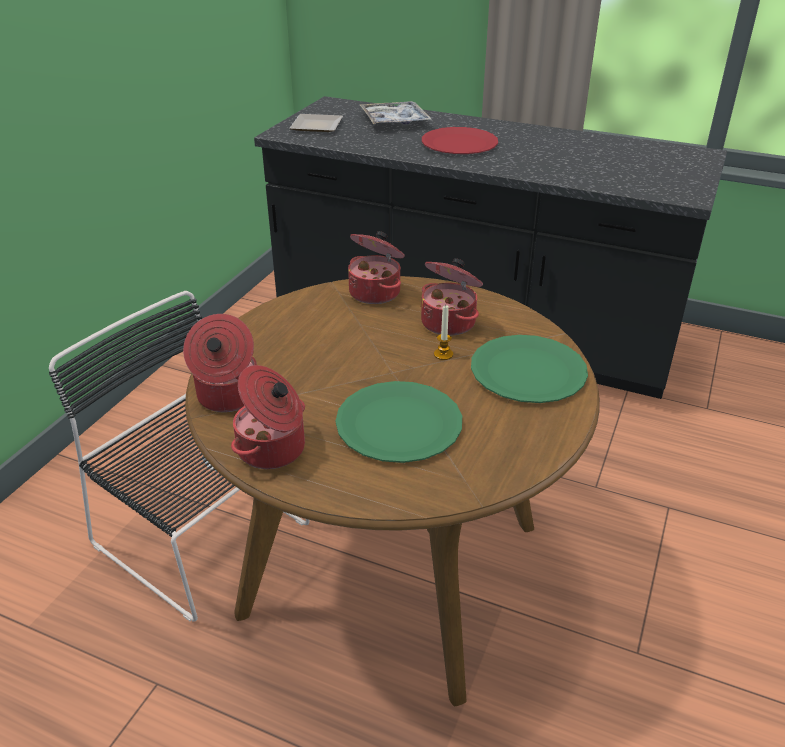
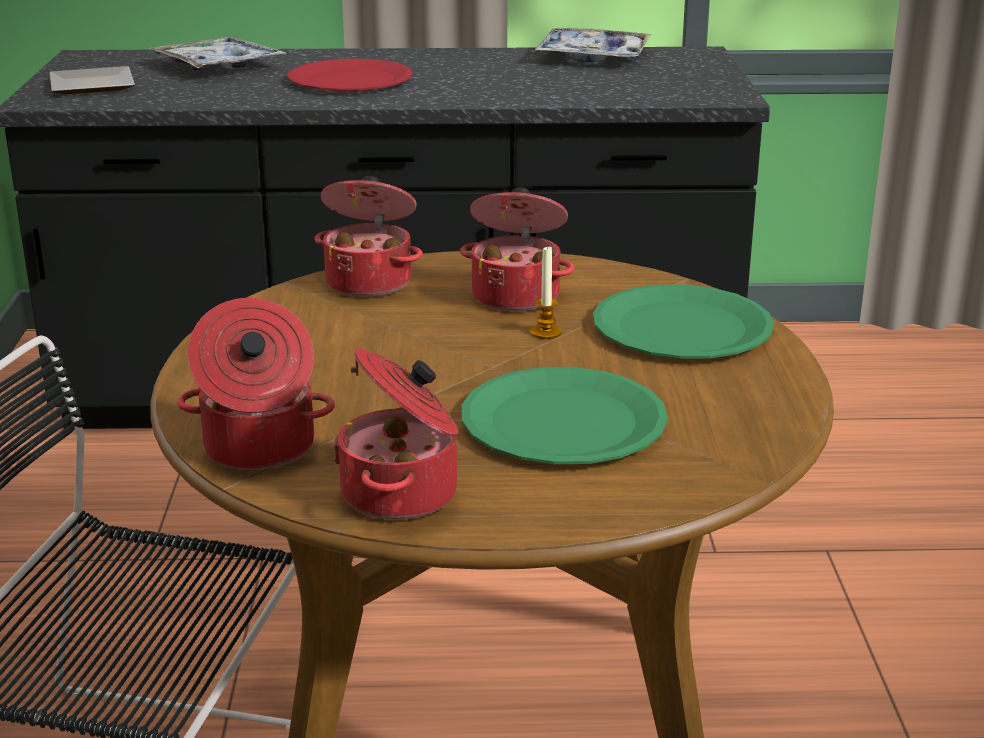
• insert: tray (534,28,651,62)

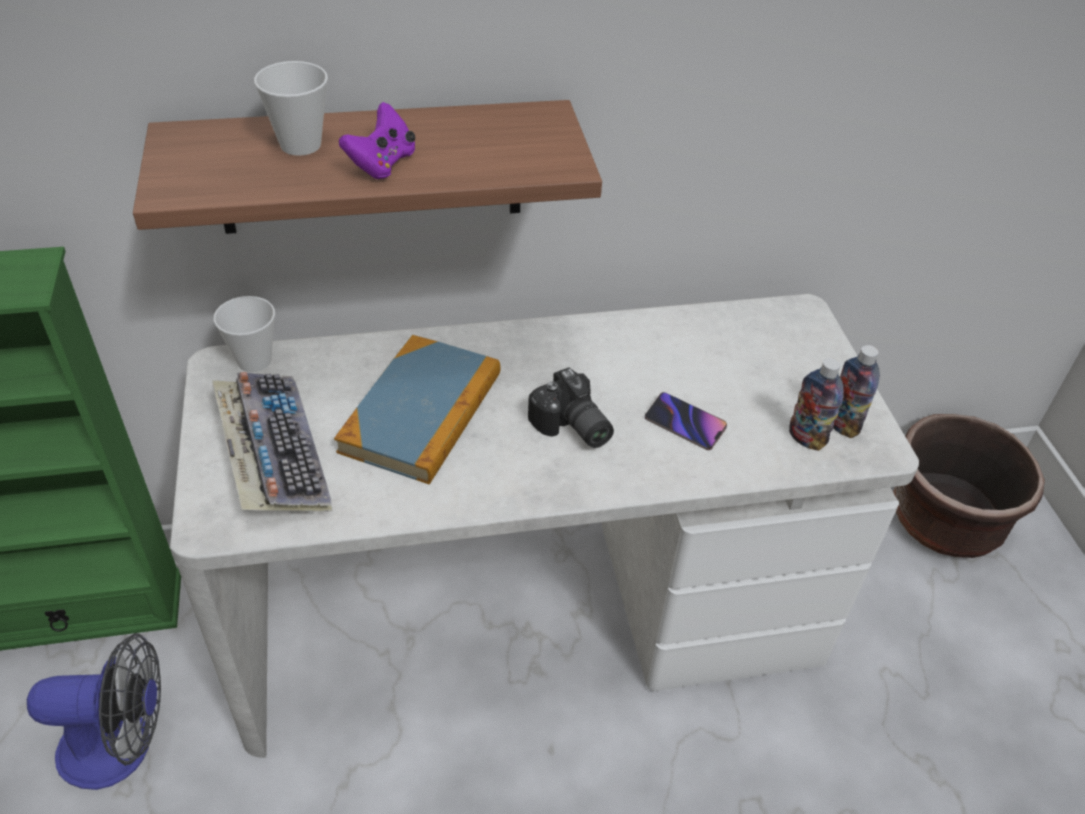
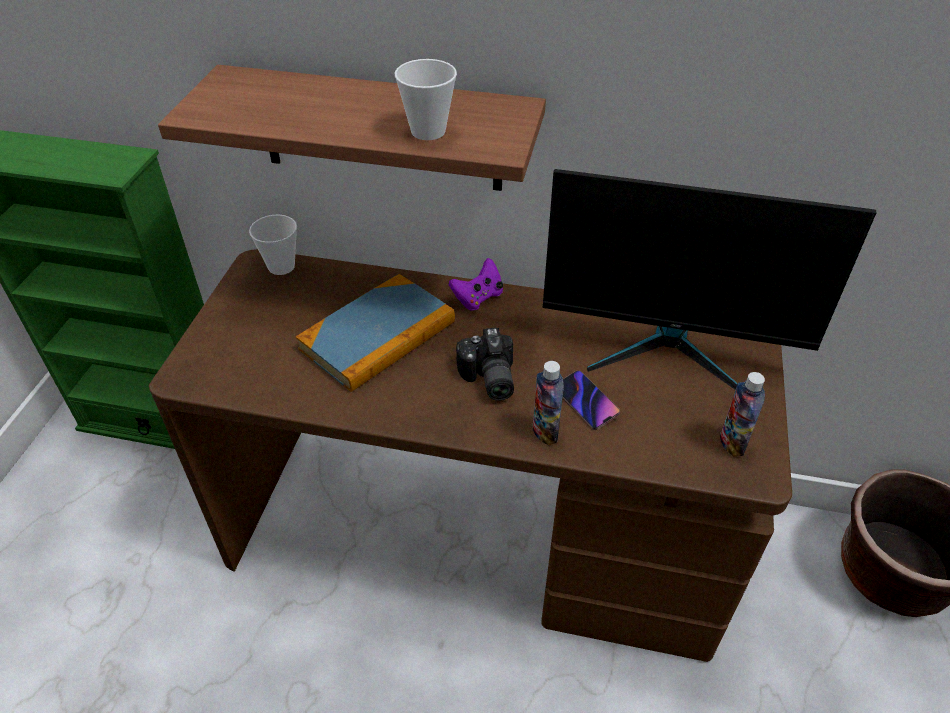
• delete: fan (27,633,161,790)
• recolor: white desk (170,294,919,758) to brown desk (149,249,792,662)
• delete: keyboard (212,372,333,512)
• move: cup (254,61,328,156) to (395,59,457,140)
• move: purple game controller (339,102,416,179) to (449,258,503,311)
• move: bottle (789,358,844,451) to (533,361,564,445)
• insert: monitor (543,169,877,390)

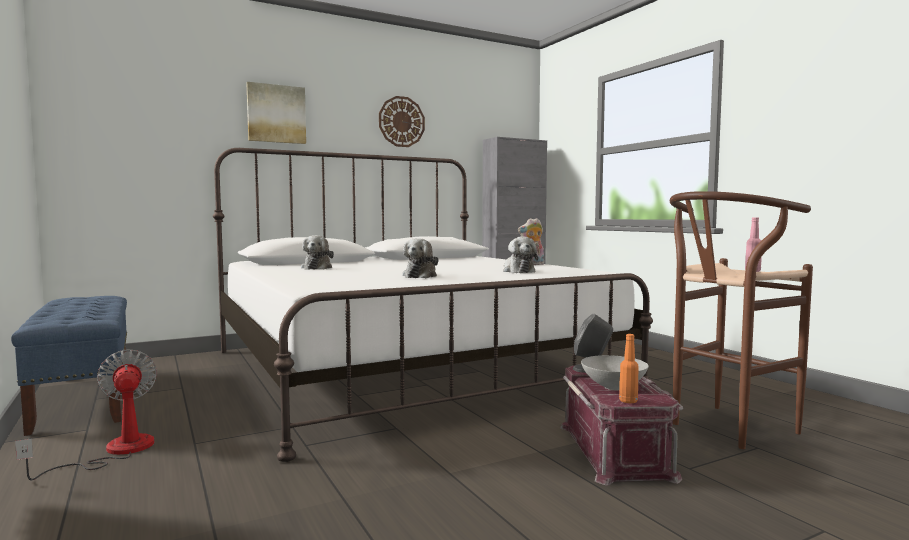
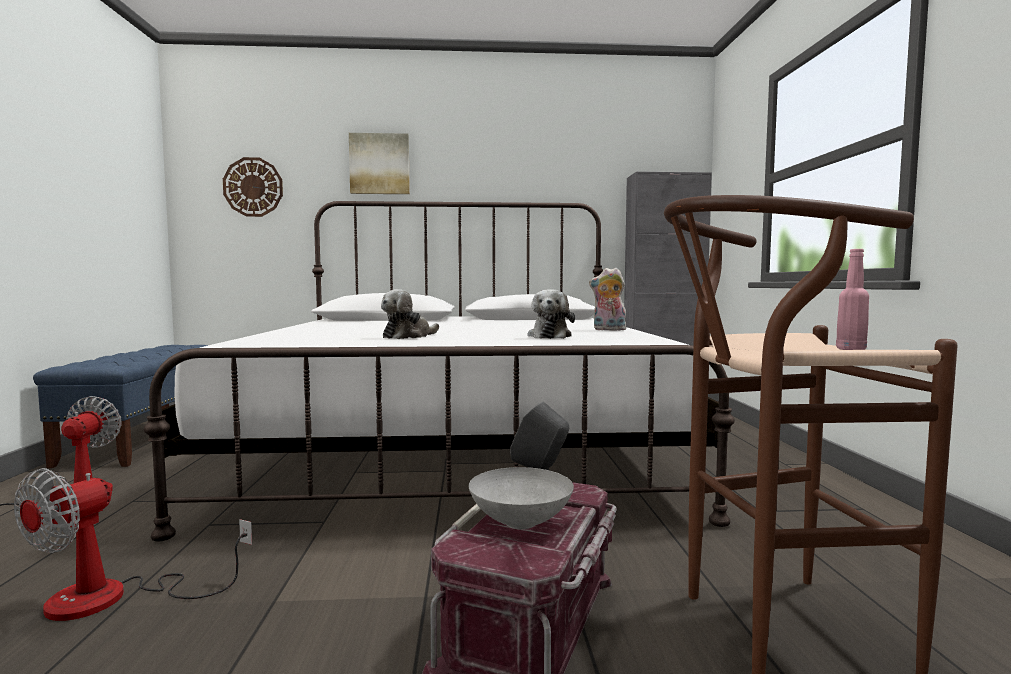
• delete: plush toy (301,235,334,270)
• move: wall clock (379,96,425,147) to (223,157,283,217)
• delete: orange bottle (619,334,639,403)
• insert: fan (14,468,252,621)

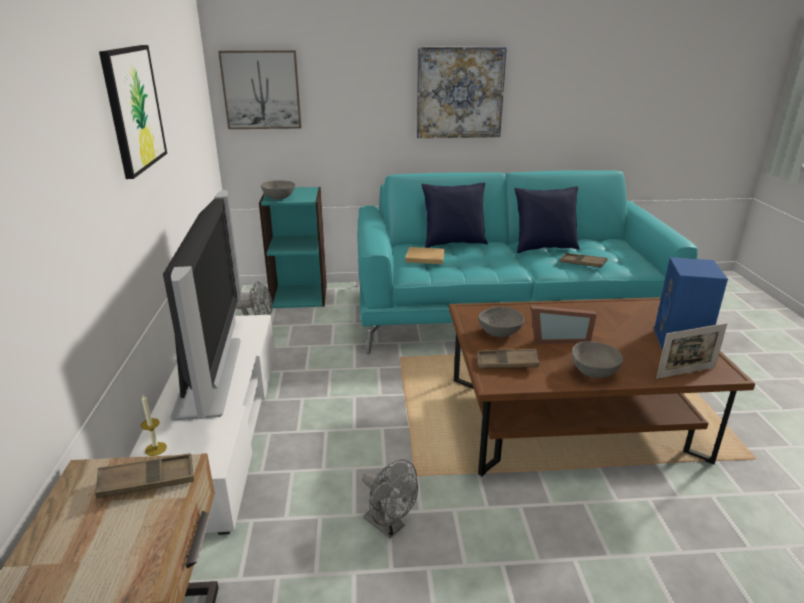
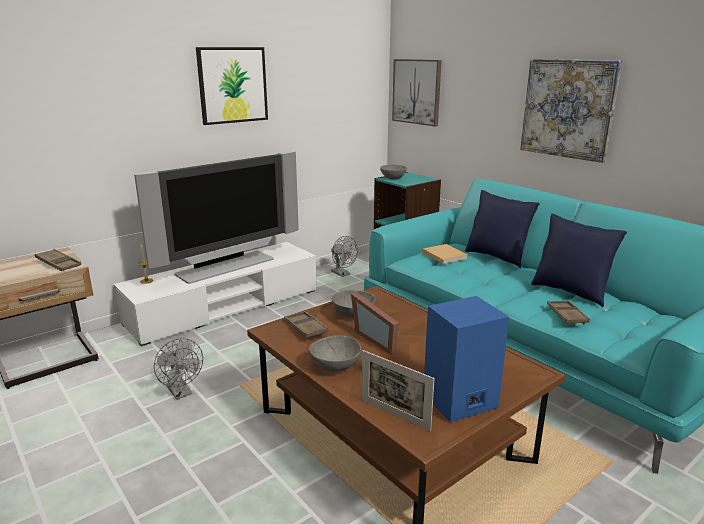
• rotate: grey fan (362,459,418,539) = (154,338,203,400) 45 degrees counterclockwise

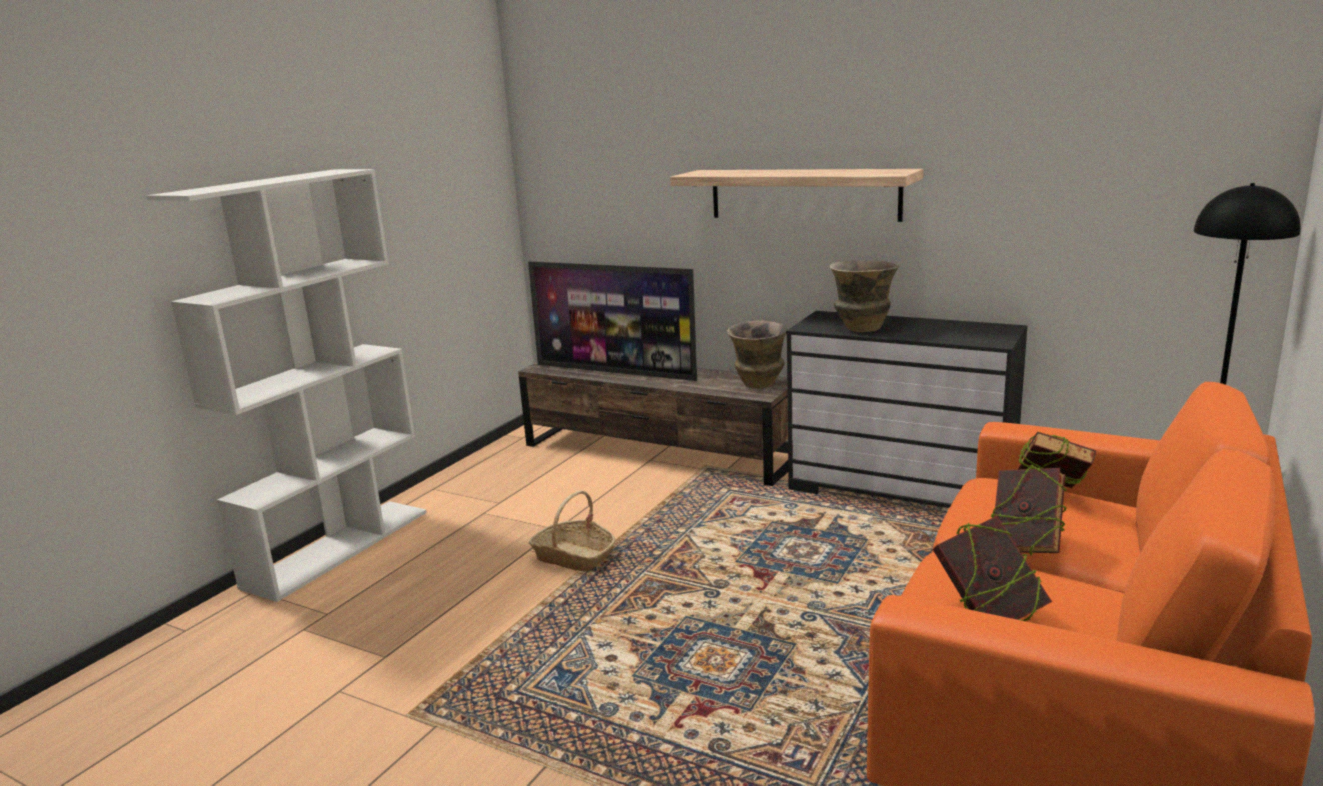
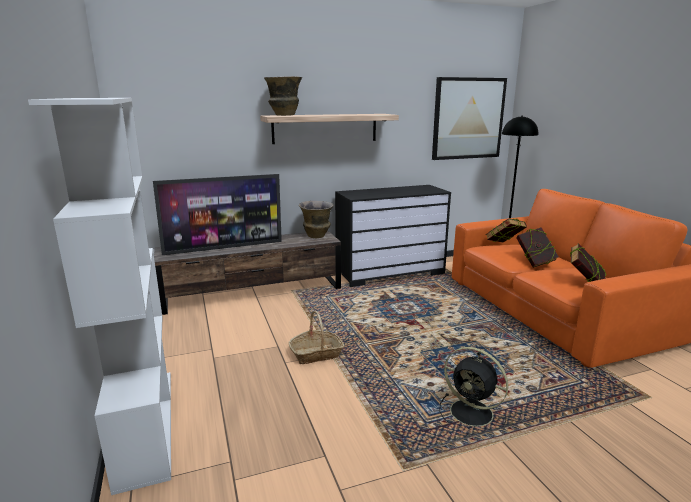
• move: vase (830,260,899,332) to (264,76,302,116)
• insert: picture (432,77,507,160)
• insert: black fan (439,347,508,427)

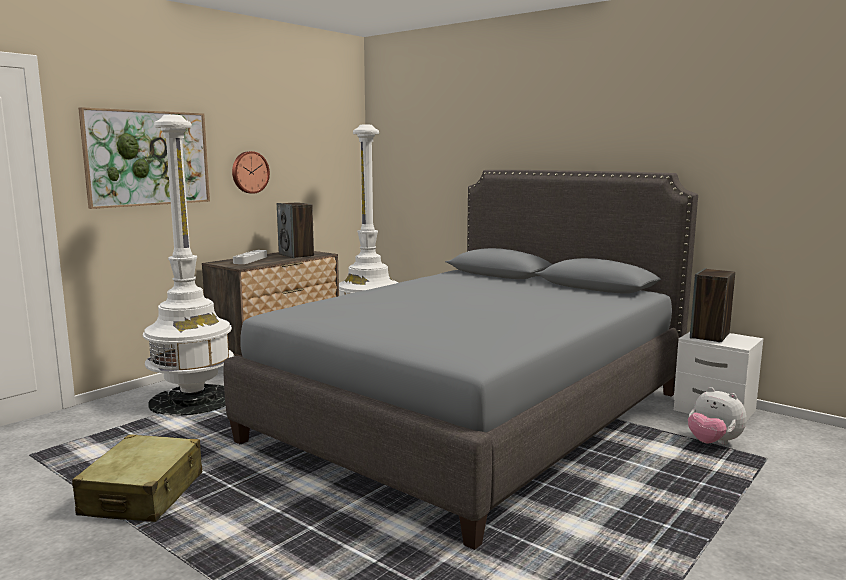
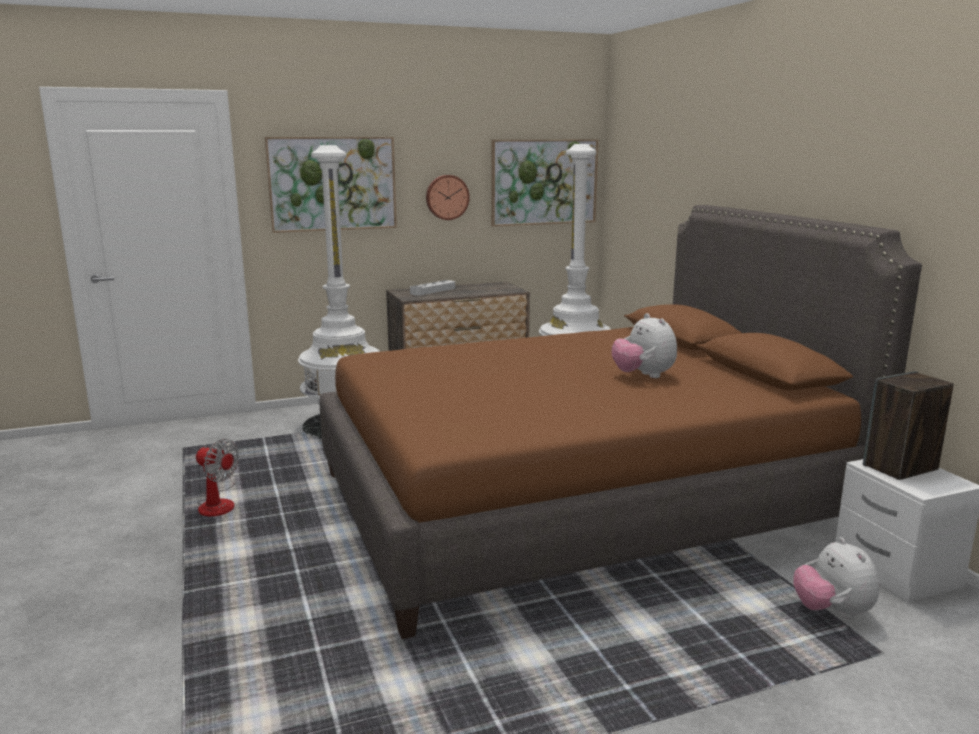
• replace: beige suitcase (72,434,202,522) to fan (196,439,239,516)
• recolor: grey bed (224,170,698,550) to brown bed (320,205,922,639)
• delete: speaker (277,202,314,258)
• insert: picture (491,140,599,227)
• insert: plush toy (612,313,677,378)

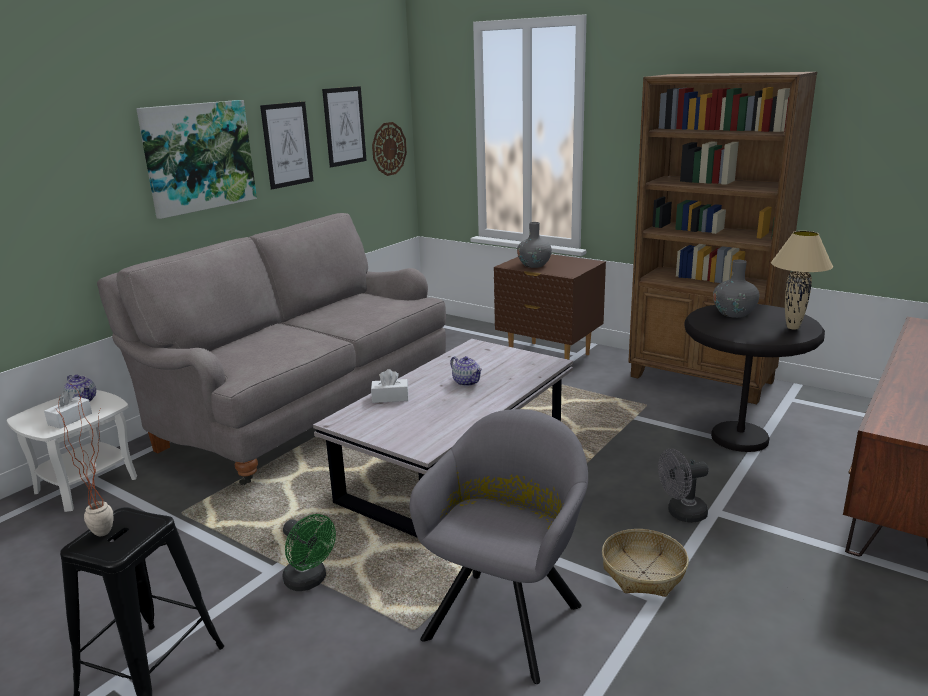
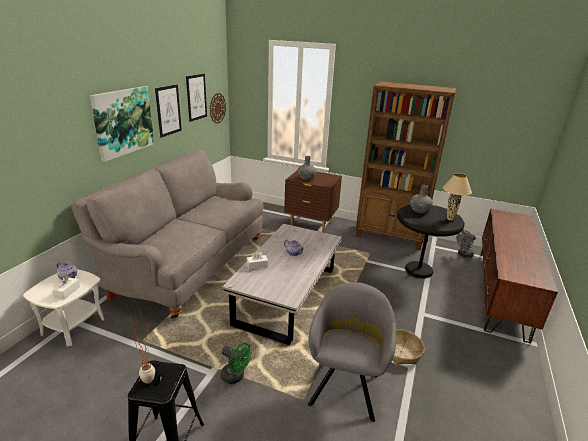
• move: grey fan (658,449,709,523) to (456,230,476,258)

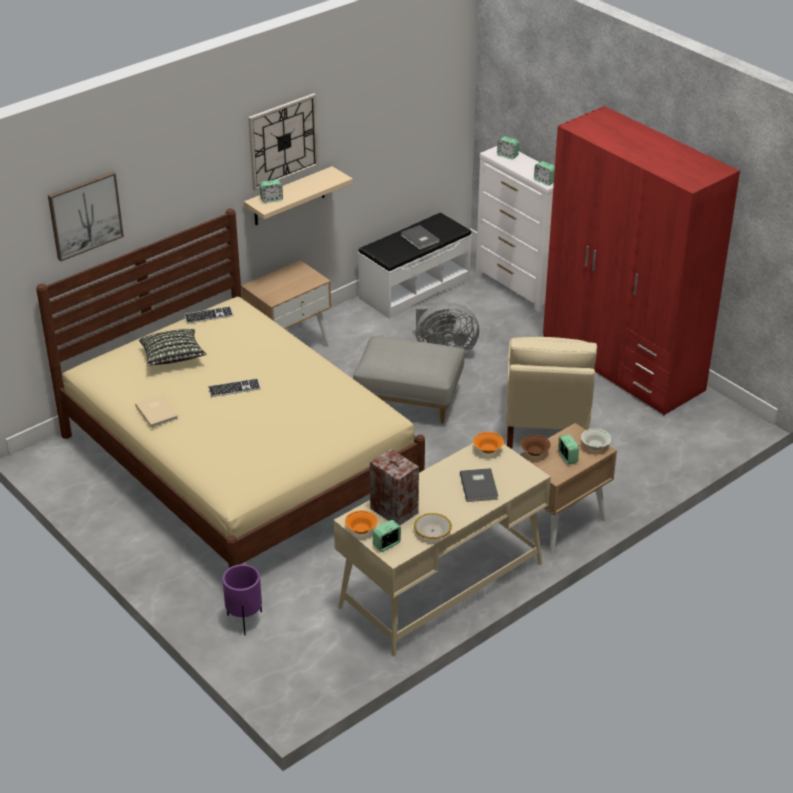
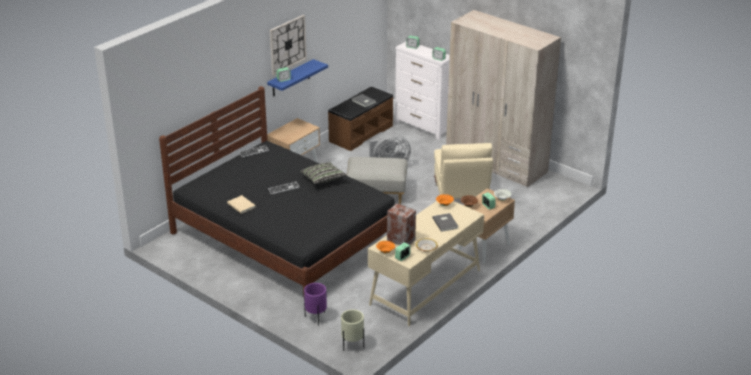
• recolor: beige bed (36,209,425,568) to black bed (159,86,395,294)
• delete: picture (48,171,124,261)
• move: pillow (139,329,207,366) to (300,162,347,184)
• recolor: beige shelf (244,166,353,225) to blue shelf (267,59,328,97)
• recolor: white bench (358,213,472,319) to brown bench (328,87,393,151)
• recolor: red wardrobe (543,106,740,416) to beige wardrobe (446,10,561,187)
• insert: beige planter (341,309,364,351)

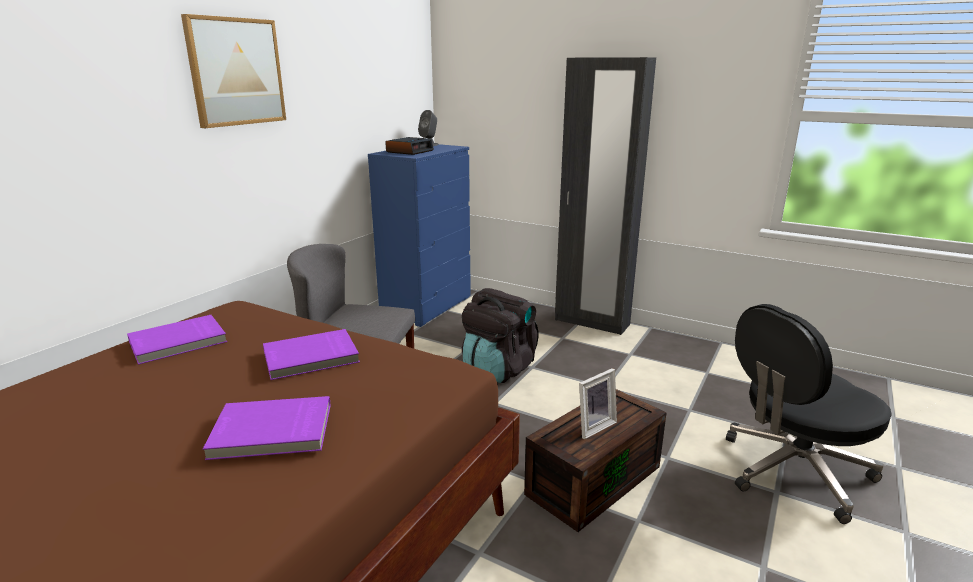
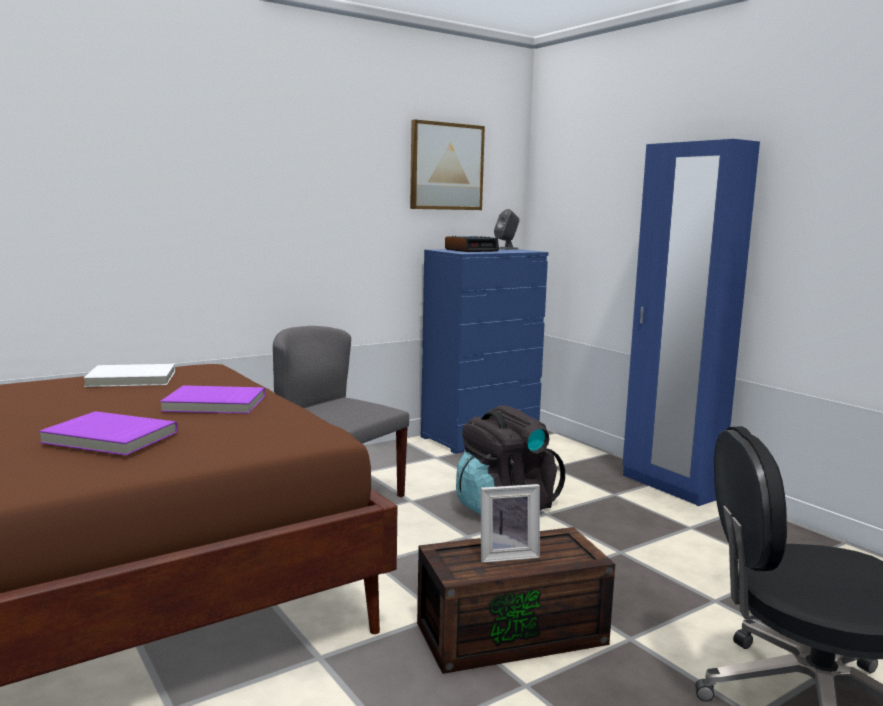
• recolor: purple book (127,315,227,365) to white book (84,364,175,387)
• move: picture (181,14,286,128) to (410,119,485,210)
• recolor: black wardrobe (555,57,656,335) to blue wardrobe (622,139,760,506)

